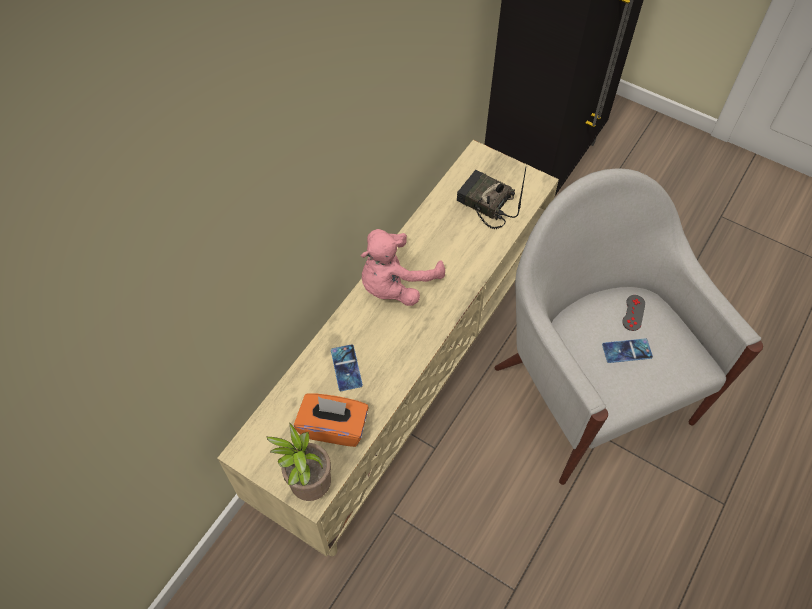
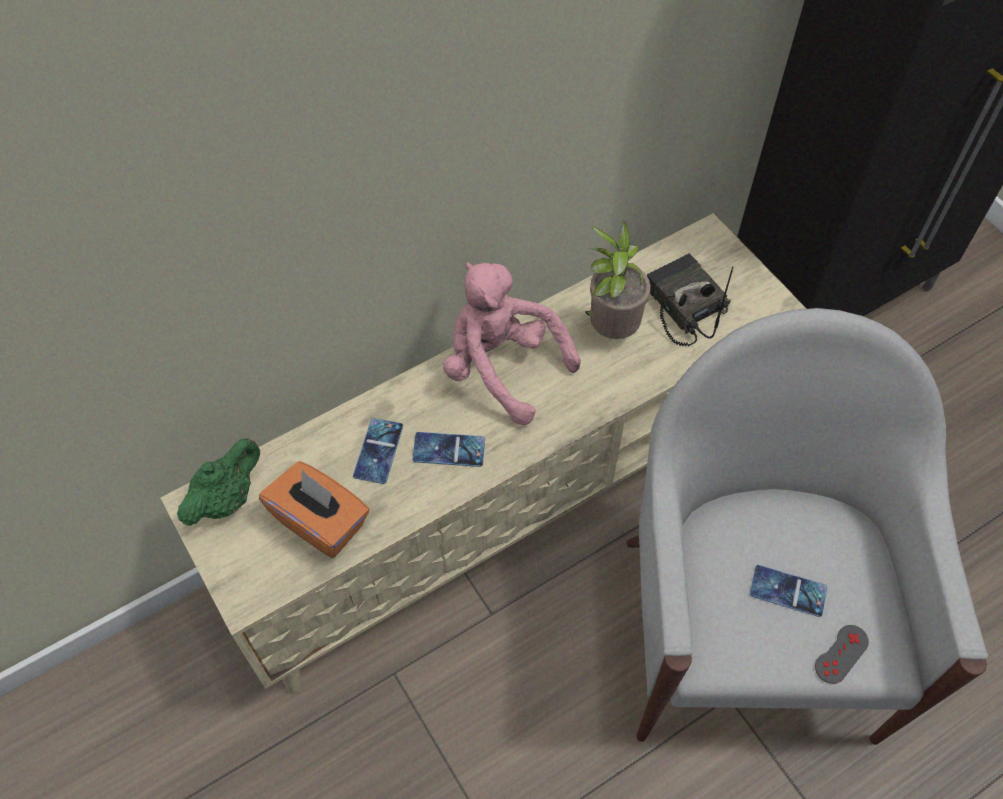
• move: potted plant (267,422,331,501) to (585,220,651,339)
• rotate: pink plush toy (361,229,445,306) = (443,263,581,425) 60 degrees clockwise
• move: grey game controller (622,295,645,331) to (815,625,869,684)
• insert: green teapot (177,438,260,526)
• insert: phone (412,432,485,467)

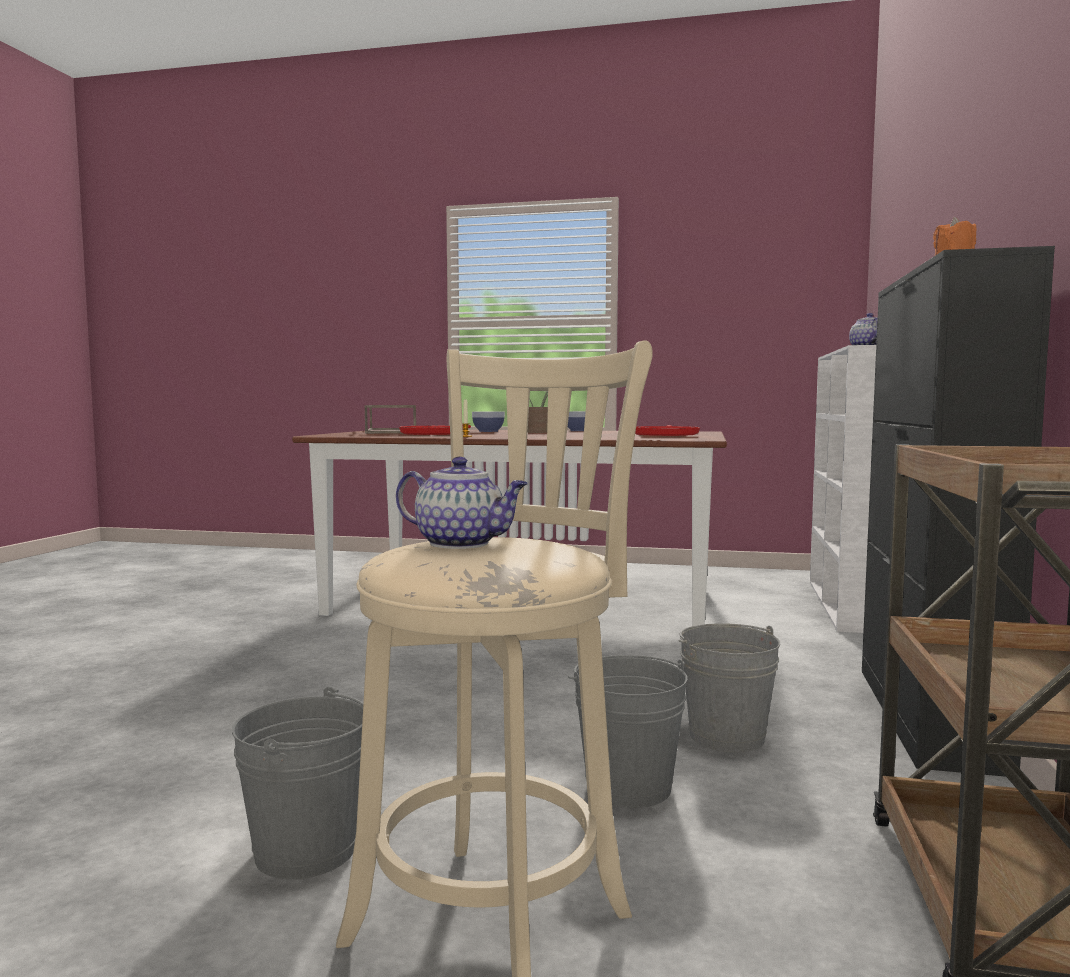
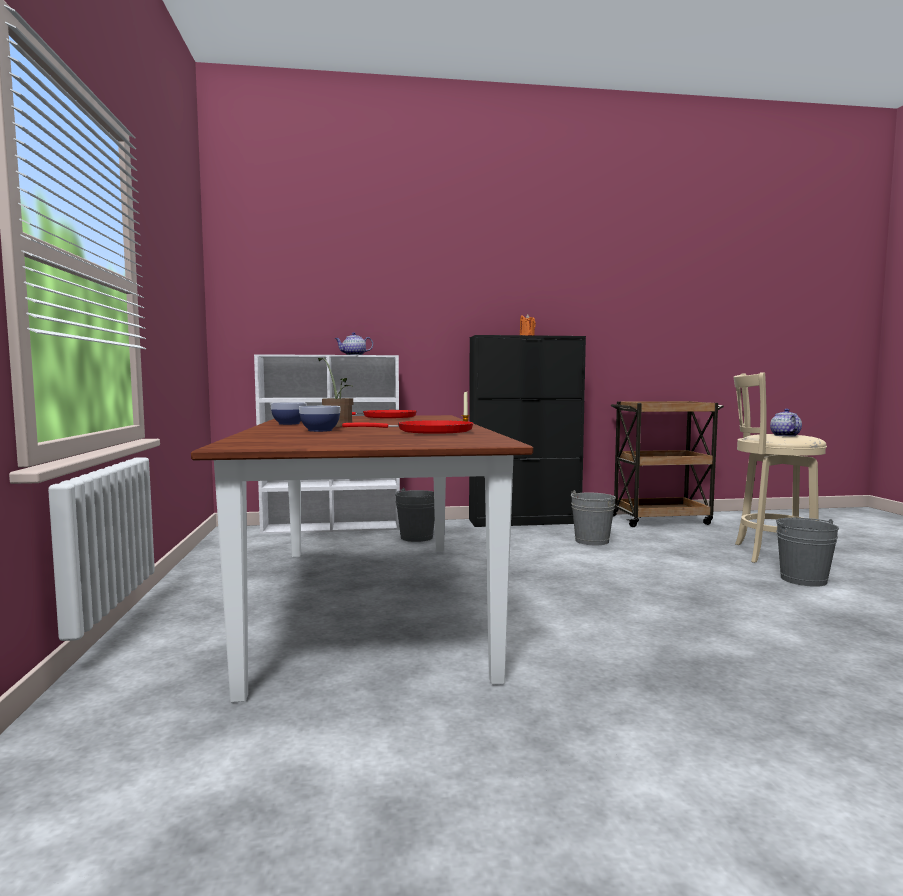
• delete: brown tray (365,405,416,434)
• move: grey bucket (568,655,687,808) to (395,488,435,542)

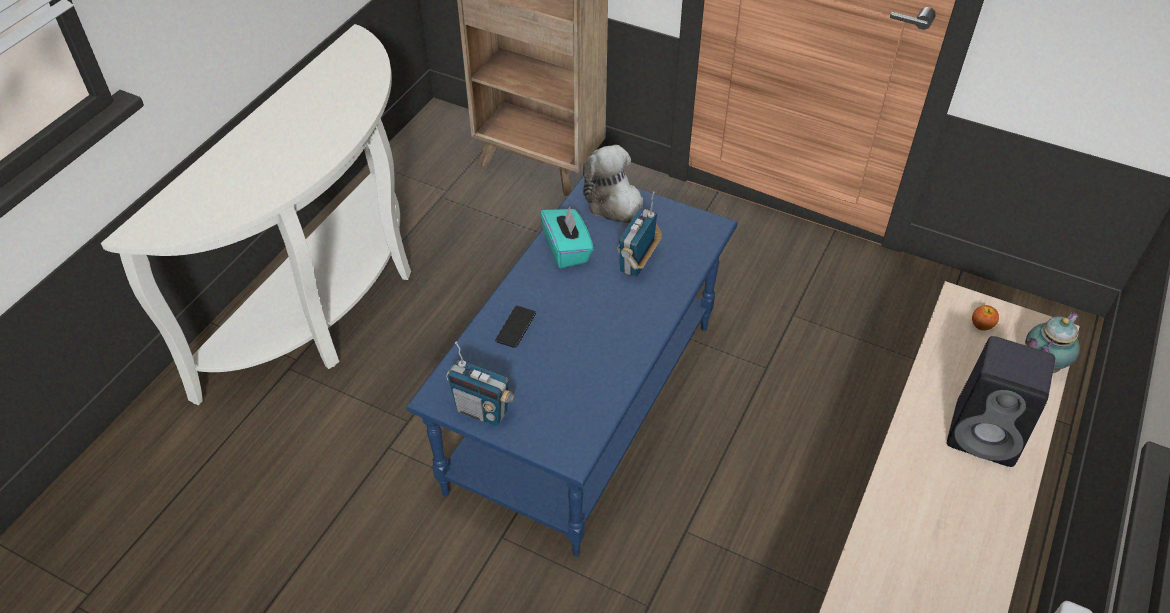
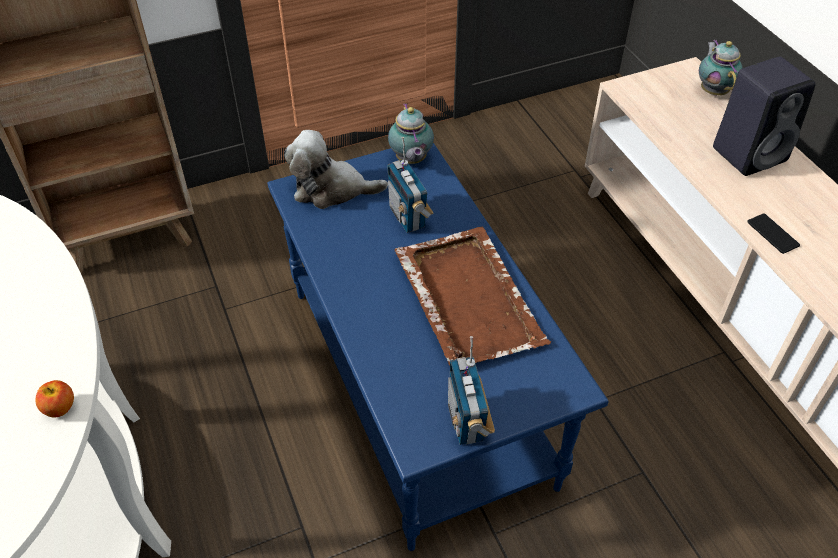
• rotate: radio (446,341,515,426) = (448,336,495,445) 105 degrees clockwise
• move: phone (495,306,536,348) to (747,213,800,254)
• delete: turquoise tissue box (540,206,594,269)
• move: apple (972,305,999,331) to (35,380,74,418)
• insert: teapot (388,103,434,164)
• insert: brown tray (394,226,551,365)

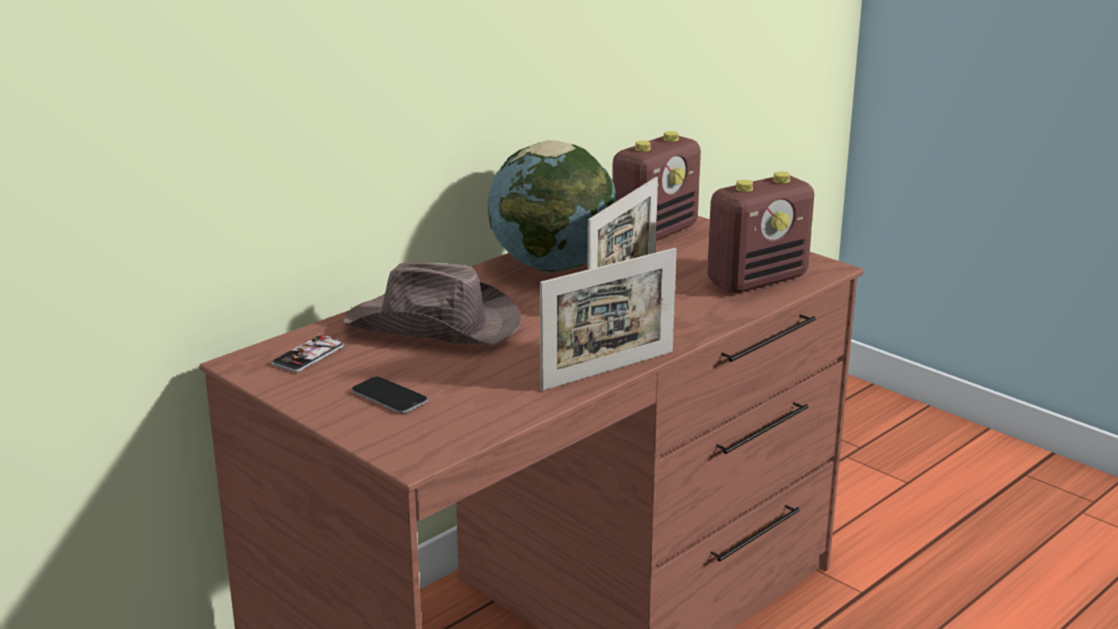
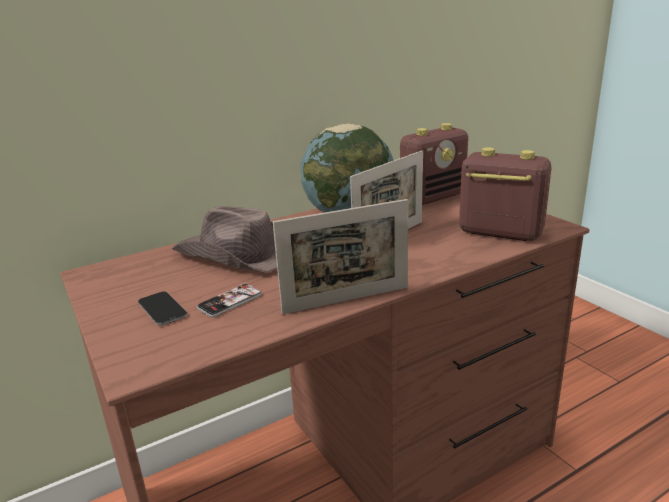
• move: phone (272,333,344,372) to (197,282,262,317)
• rotate: radio (707,172,814,293) = (459,148,552,241) 135 degrees counterclockwise

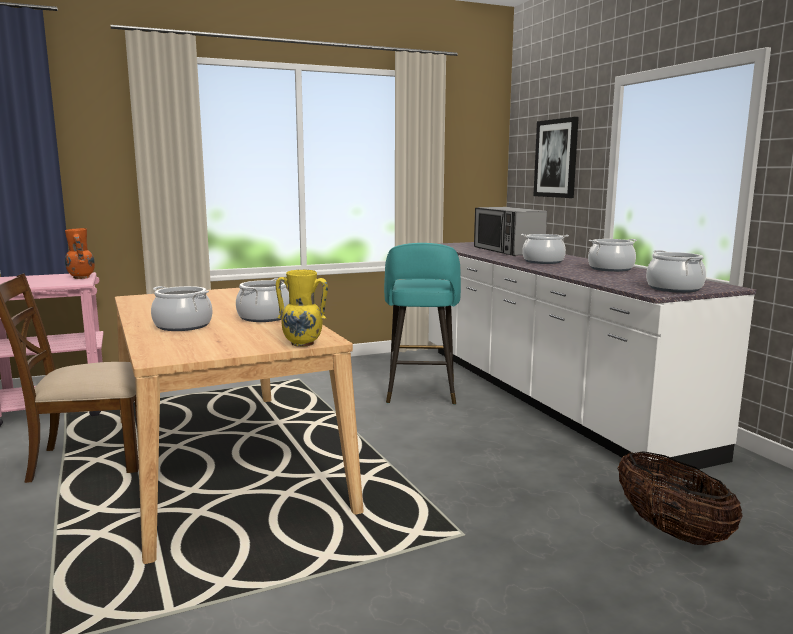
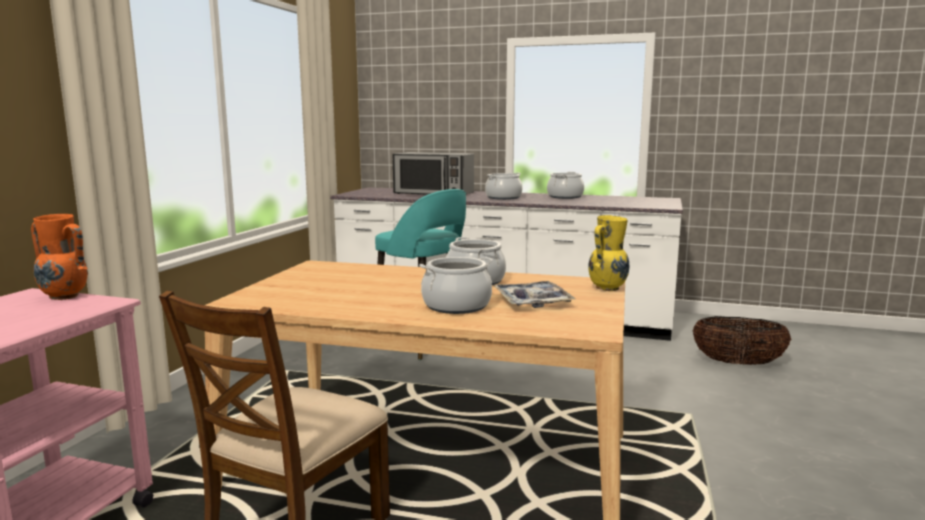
• delete: picture (533,117,579,198)
• delete: cooking pot (646,250,706,293)
• insert: tray (494,281,575,308)

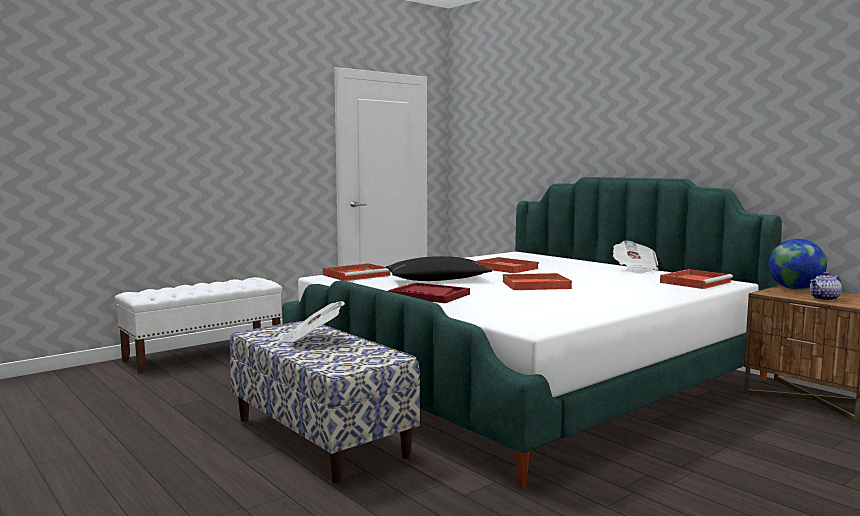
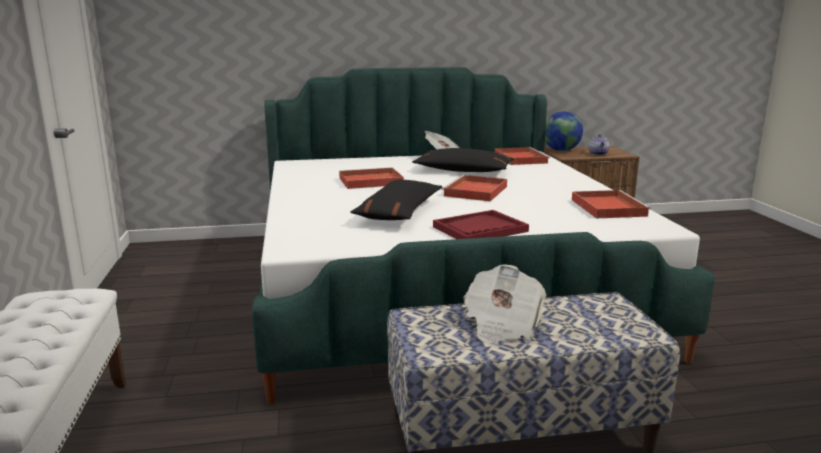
• move: red tray (323,263,391,281) to (572,190,651,218)
• insert: black pillow (412,148,514,172)

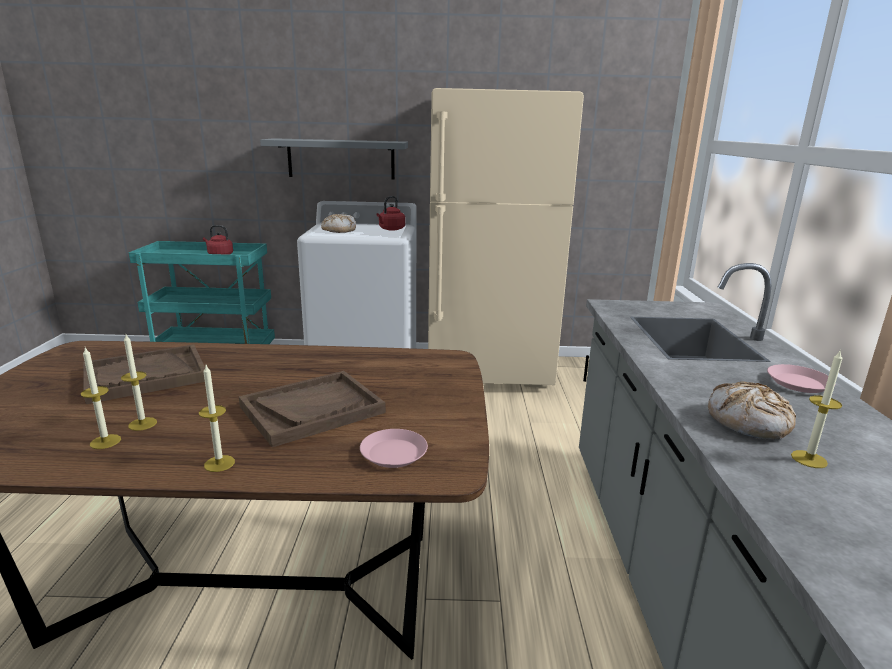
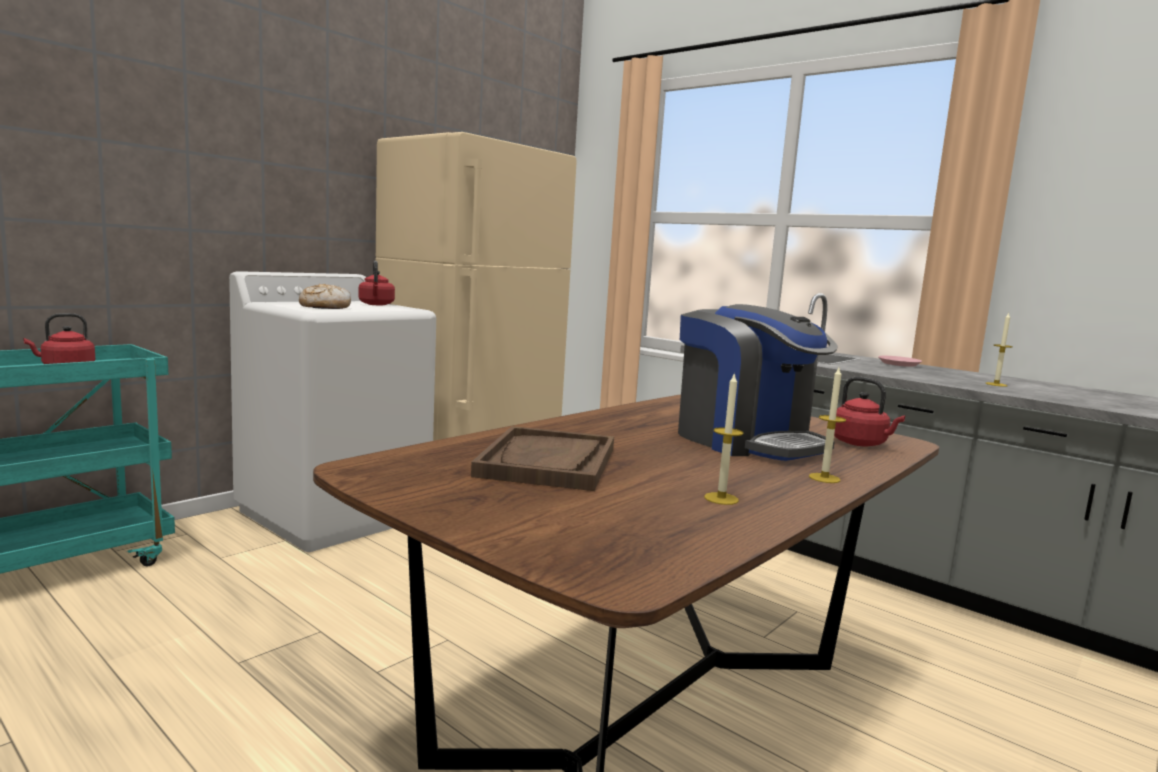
• delete: candle (121,334,157,431)
• replace: brown tray (239,371,386,447) to coffee machine (678,304,838,461)
• delete: grey shelf (260,138,408,180)
• replace: pink plate (360,429,428,468) to red kettle (834,377,905,446)
• delete: bread (708,381,796,439)

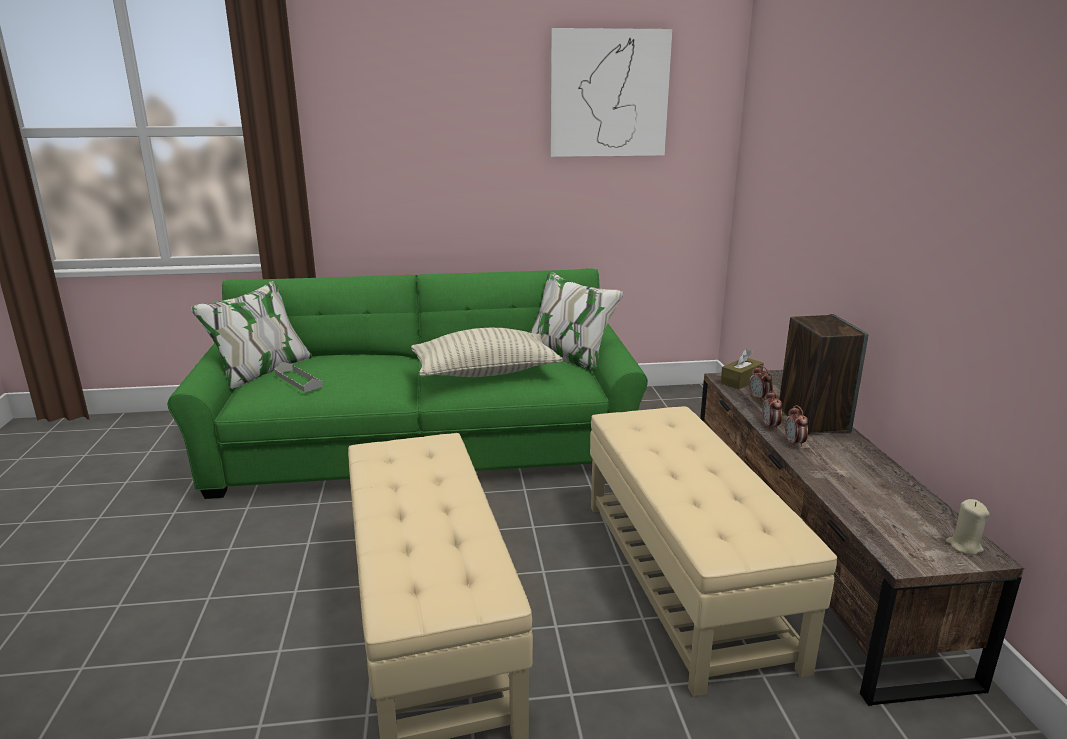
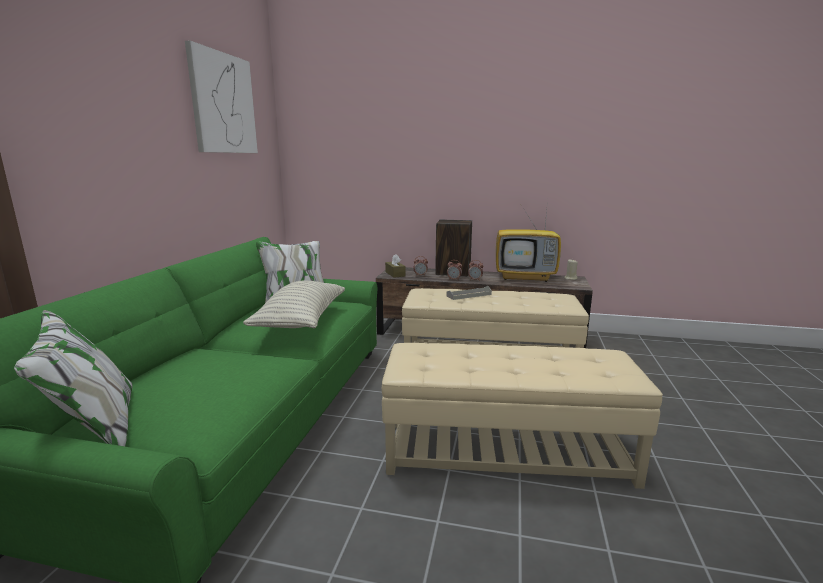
• move: grey tray (274,362,323,392) to (446,286,492,300)
• insert: television (496,200,561,282)

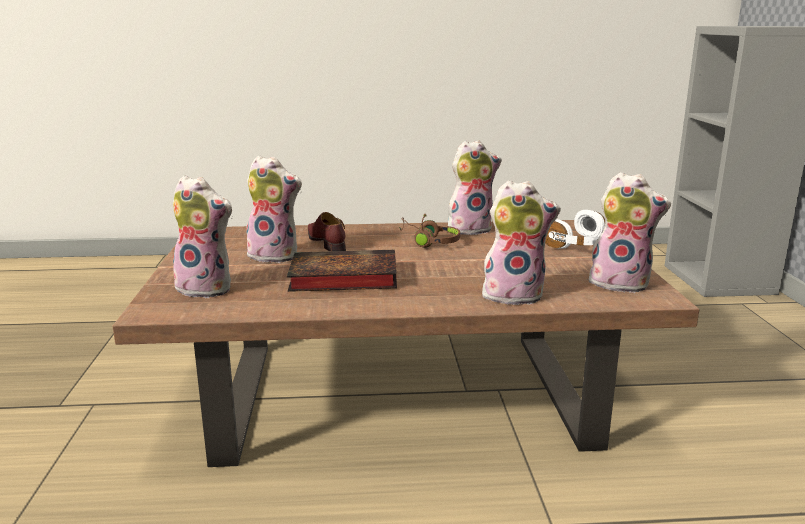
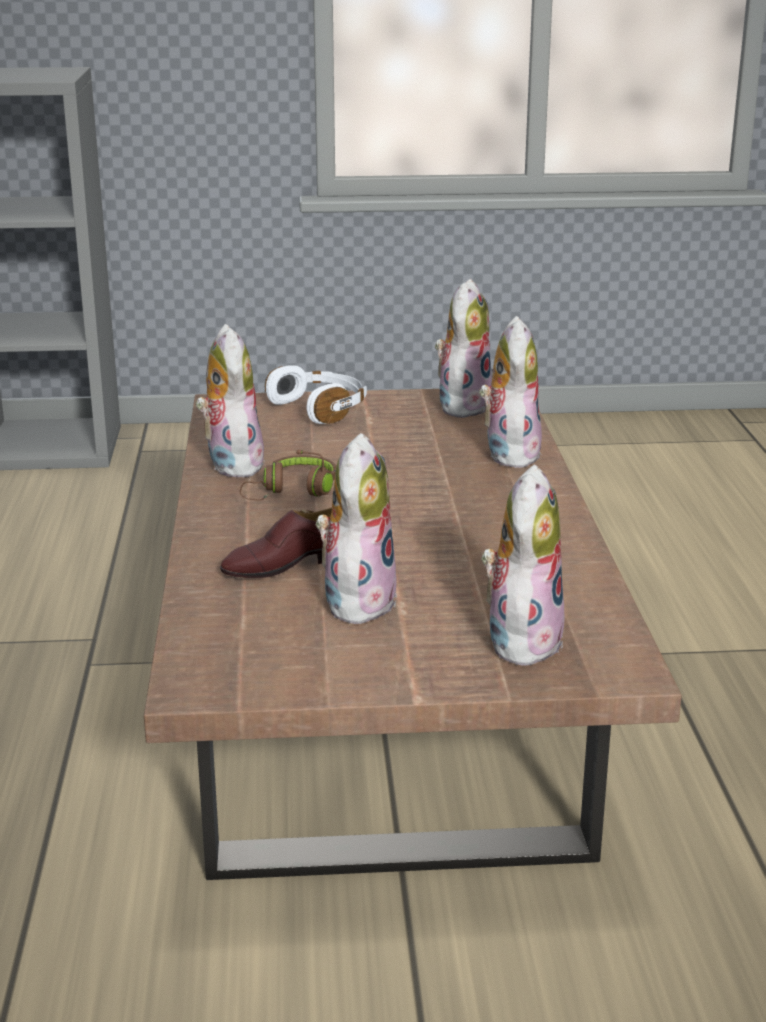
• delete: book (287,250,397,292)

